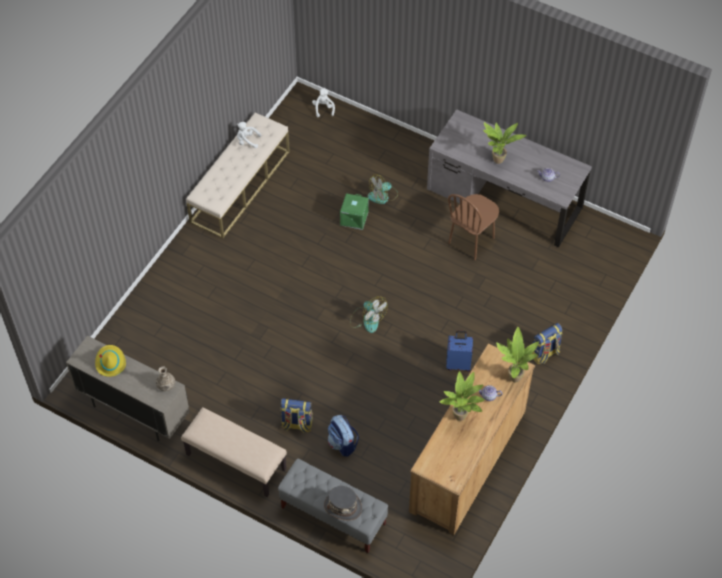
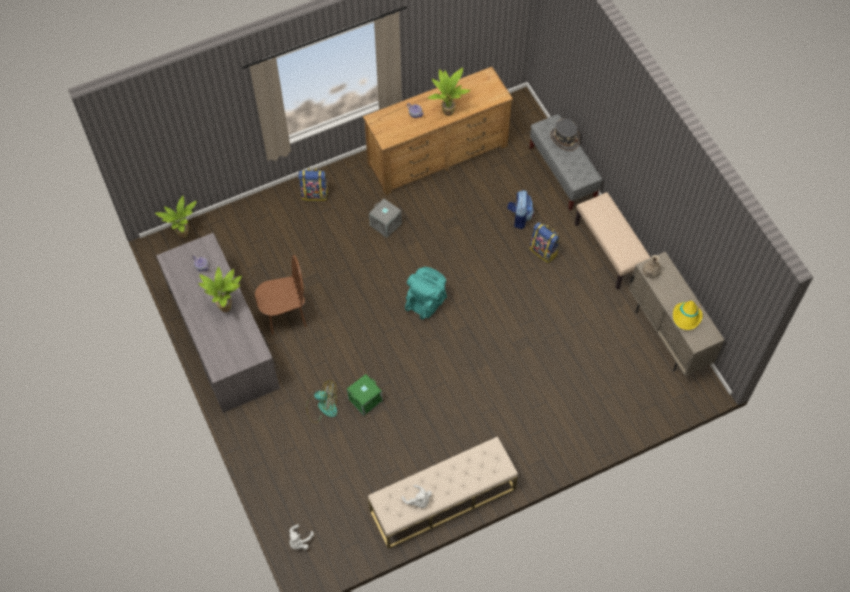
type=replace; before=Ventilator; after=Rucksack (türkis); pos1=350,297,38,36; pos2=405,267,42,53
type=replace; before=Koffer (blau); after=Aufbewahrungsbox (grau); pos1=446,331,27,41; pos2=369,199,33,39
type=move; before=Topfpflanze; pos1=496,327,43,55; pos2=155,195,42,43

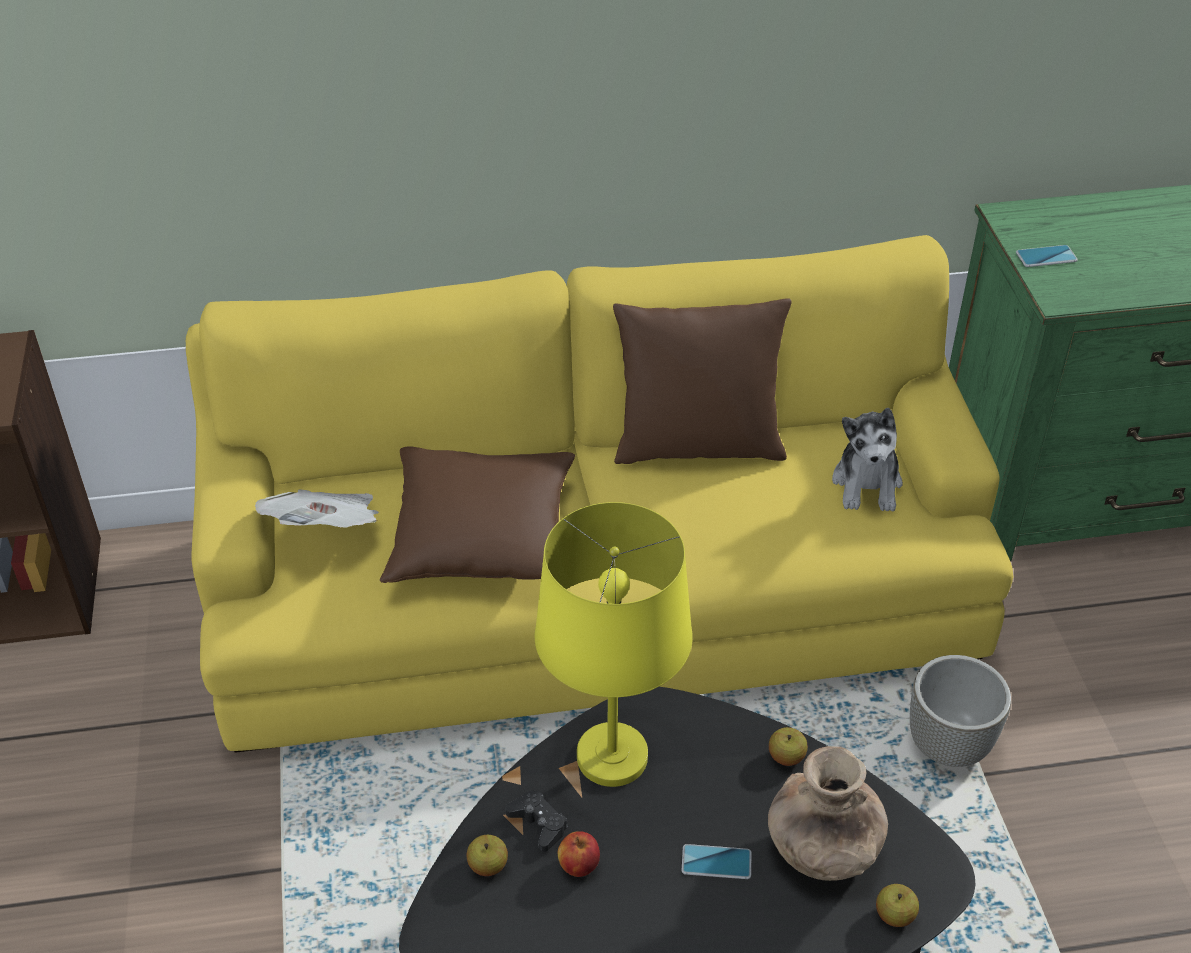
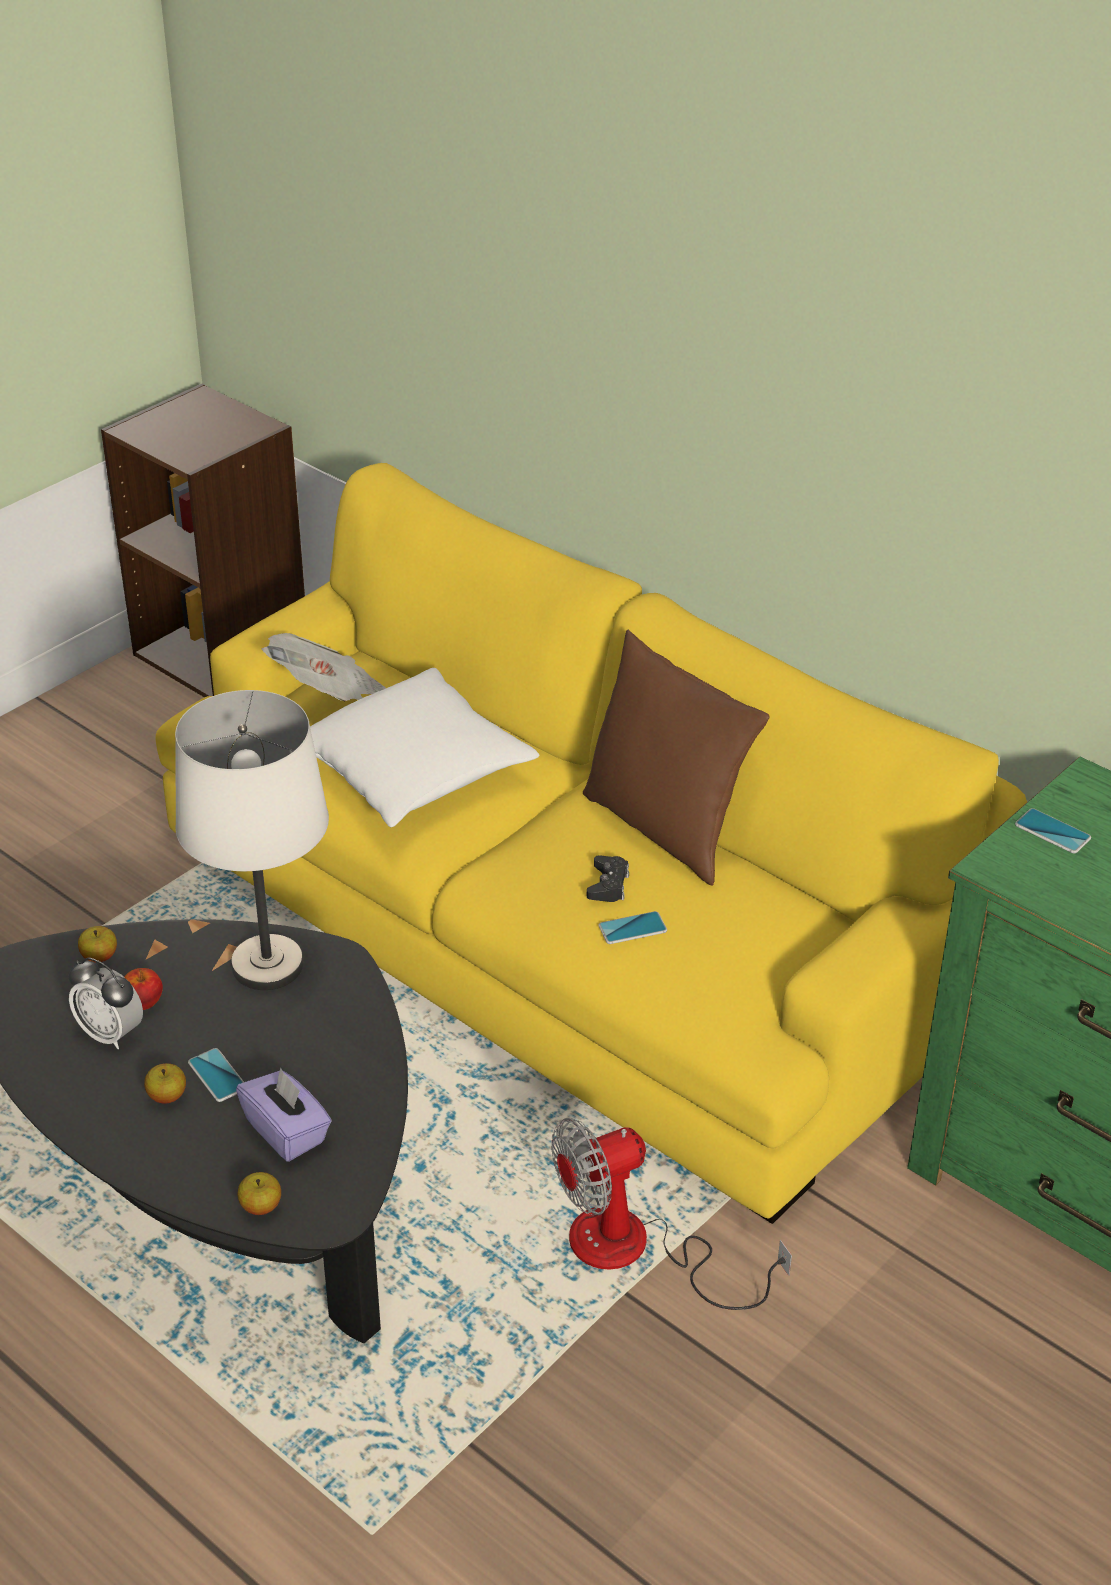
type=recolor; before=Kissen (braun); after=Kissen (weiß); pos1=380,446,195,137; pos2=310,668,230,159
type=move; before=Gamepad (schwarz); pos1=505,790,63,62; pos2=587,855,42,47
type=recolor; before=Tischlampe (gelb); after=Tischlampe (weiß); pos1=535,502,158,285; pos2=175,690,154,300
type=replace; before=Vase (braun); after=Taschentuchbox (lila); pos1=768,746,120,135; pos2=236,1067,96,95
type=move; before=Apfel; pos1=769,727,39,39; pos2=144,1063,42,41
type=delete; before=Plüschtier; pos1=832,408,71,104
type=replace; before=Pflanzkübel (grau); after=Ventilator; pos1=910,655,101,112; pos2=552,1118,240,192
type=insert; after=Wecker; pos2=68,958,75,91
type=insert; after=Handy; pos2=598,911,69,33

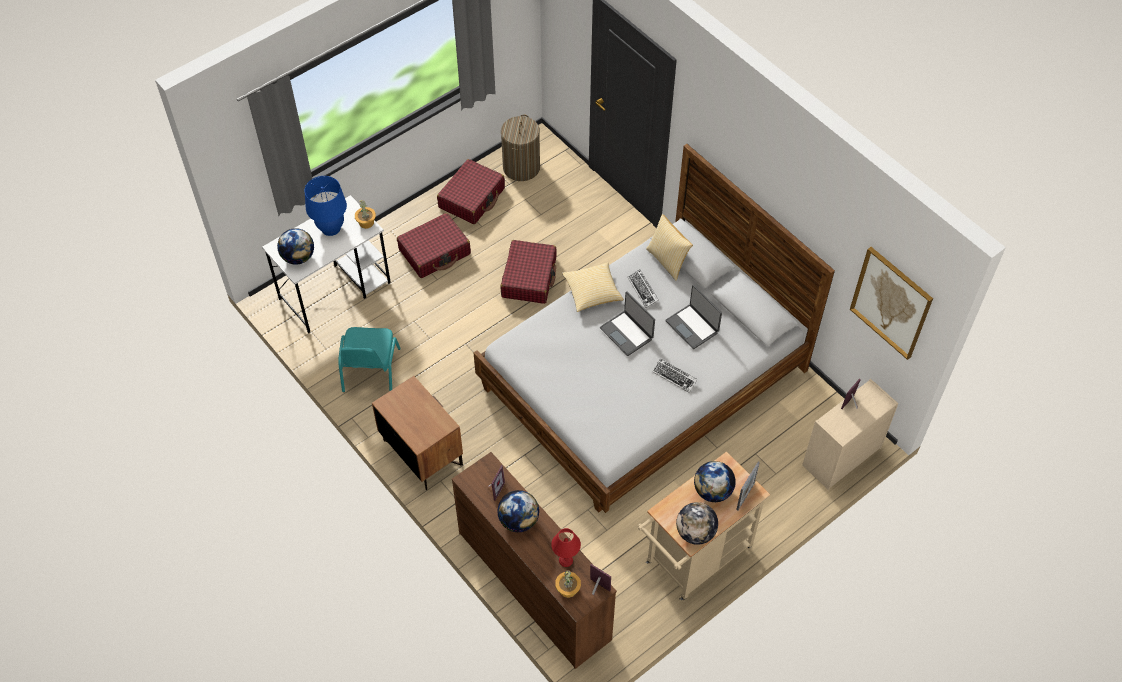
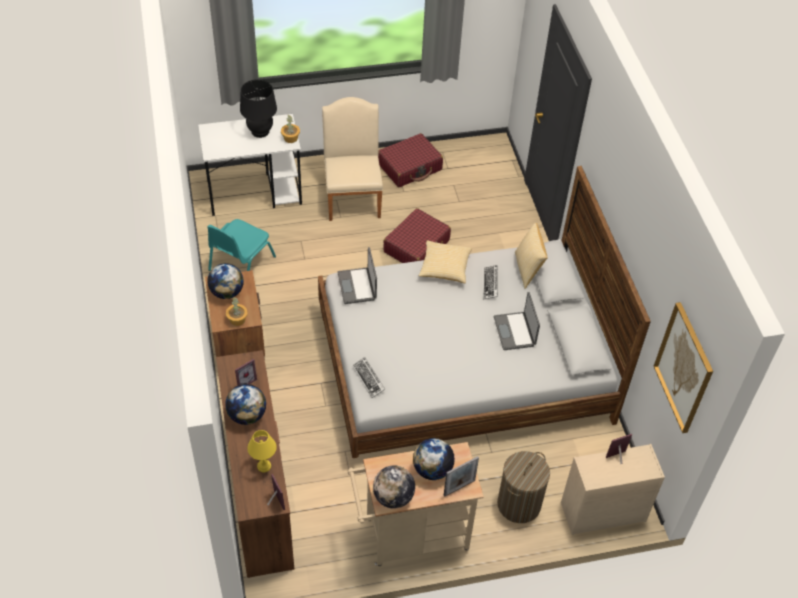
type=move; before=Globus; pos1=277,228,37,37; pos2=207,263,37,36
type=recolor; before=Tischlampe (blau); after=Tischlampe (schwarz); pos1=305,176,42,60; pos2=240,79,37,59
type=replace; before=Koffer (rot); after=Stuhl (beige); pos1=397,213,74,65; pos2=322,97,61,124
type=move; before=Wäschekorb; pos1=501,114,39,67; pos2=497,451,53,72
type=recolor; before=Tischlampe (rot); after=Tischlampe (gelb); pos1=551,528,30,39; pos2=247,430,30,42
type=move; before=Topfpflanze; pos1=555,570,26,28; pos2=226,297,22,29
type=move; before=Laptop; pos1=600,291,55,65; pos2=337,247,40,57
type=move; before=Tastatur; pos1=652,358,46,35; pos2=352,357,33,41

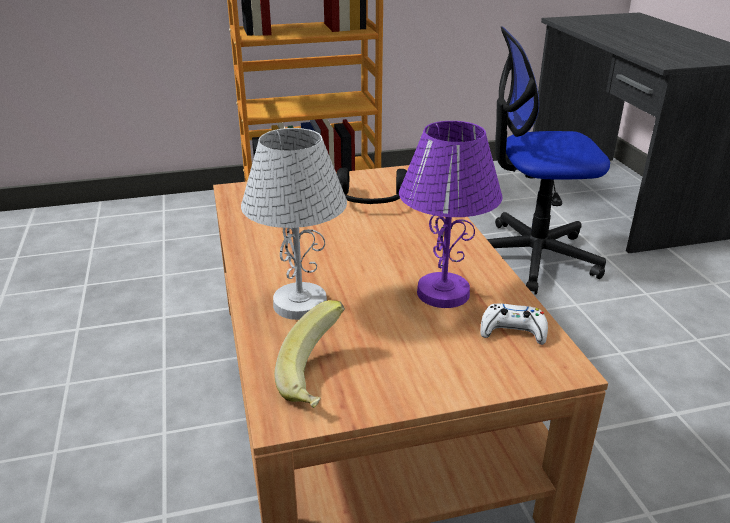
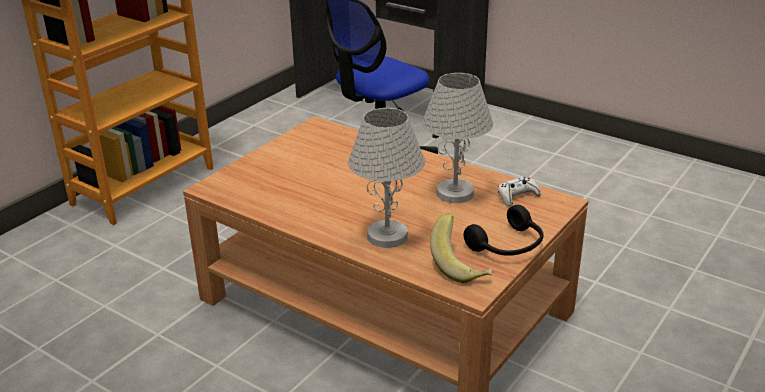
type=move; before=Kopfhörer (schwarz); pos1=337,168,70,36; pos2=464,205,79,51
type=recolor; before=Tischlampe (lila); after=Tischlampe (weiß); pos1=399,121,103,187; pos2=422,73,71,130

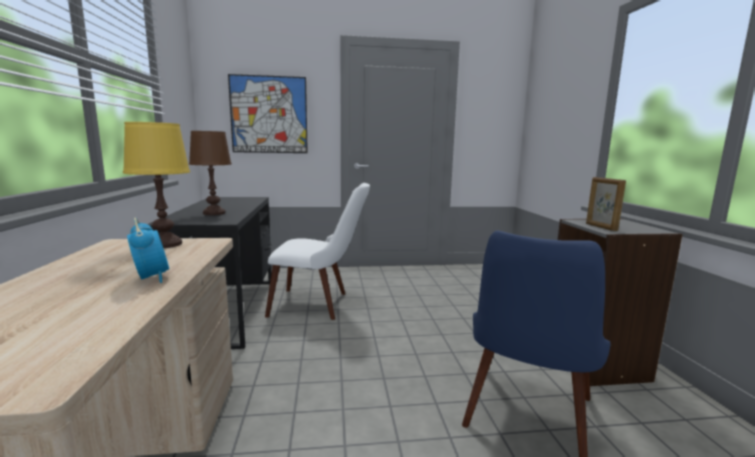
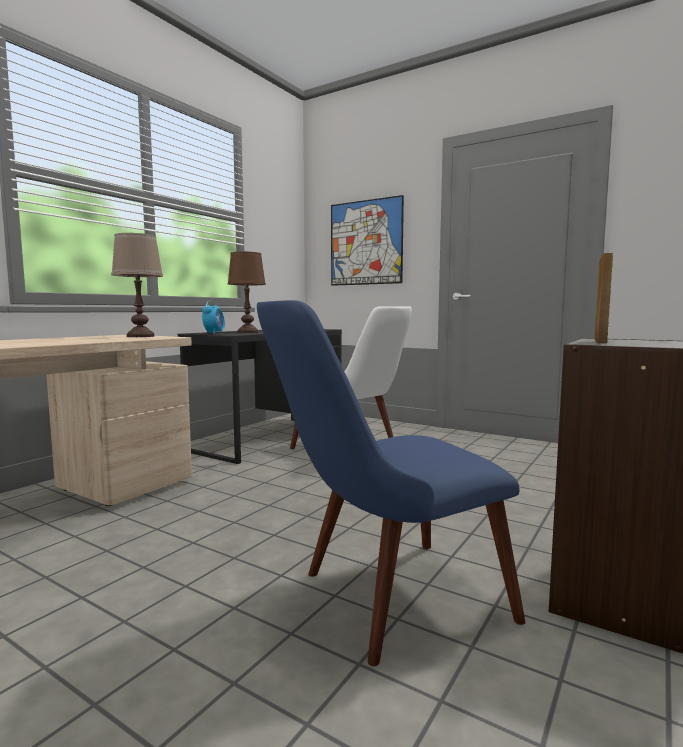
type=recolor; before=Tischlampe (gelb); after=Tischlampe (braun); pos1=123,122,67,126; pos2=111,233,52,104
type=move; before=Wecker; pos1=127,217,42,66; pos2=202,301,23,33

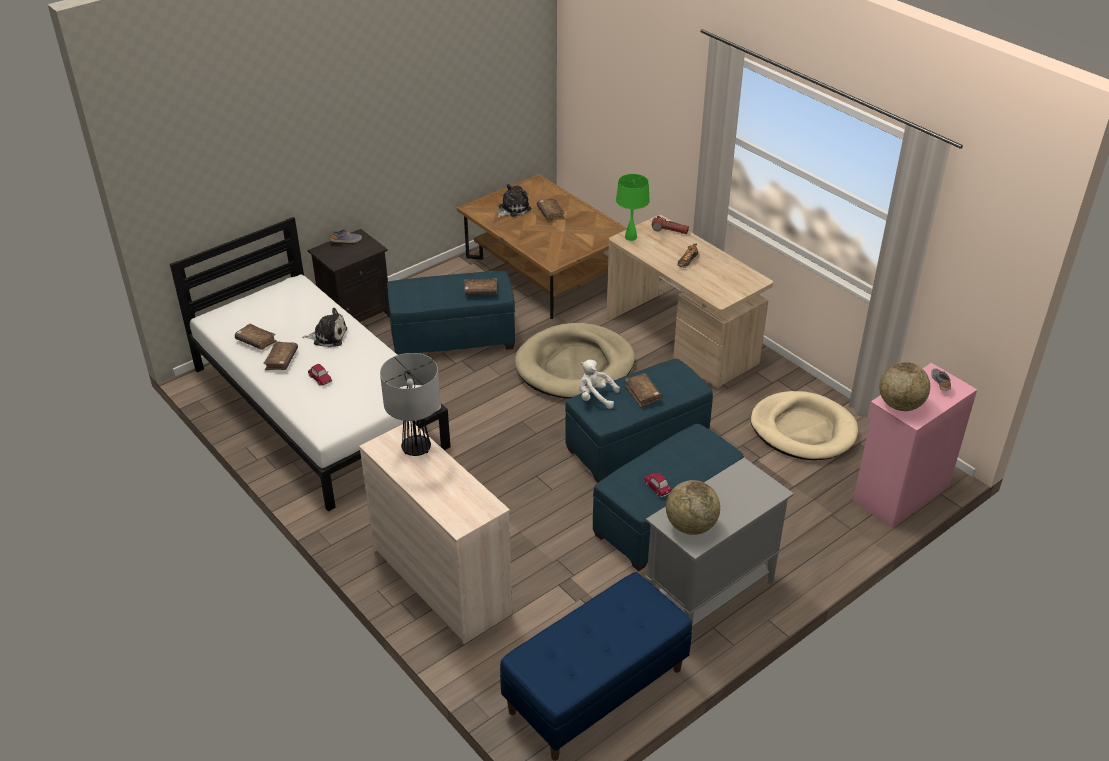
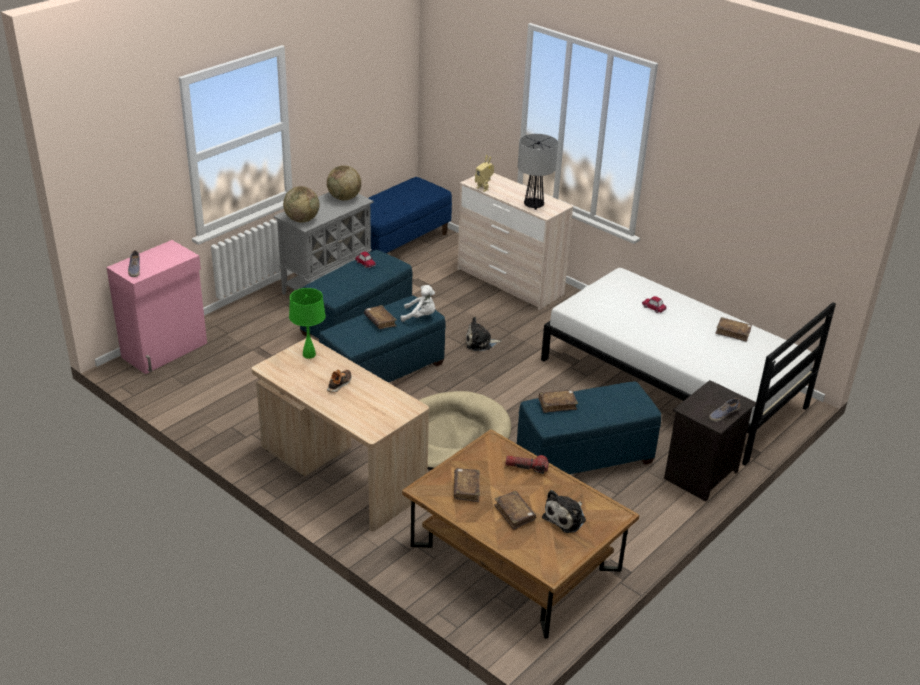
type=move; before=Buch (braun); pos1=263,341,35,29; pos2=454,468,26,34
type=move; before=Plüschtier; pos1=302,308,45,39; pos2=466,317,36,34
type=move; before=Tischlampe (grün); pos1=616,174,34,67; pos2=289,288,37,71
type=move; before=Taschenlampe; pos1=652,216,37,18; pos2=506,455,43,19
type=delete; before=Hundebett (beige); pos1=750,391,108,69
type=move; before=Globus; pos1=879,362,51,49; pos2=283,186,36,37
type=insert; after=Spielzeugroboter; pos2=475,155,19,37

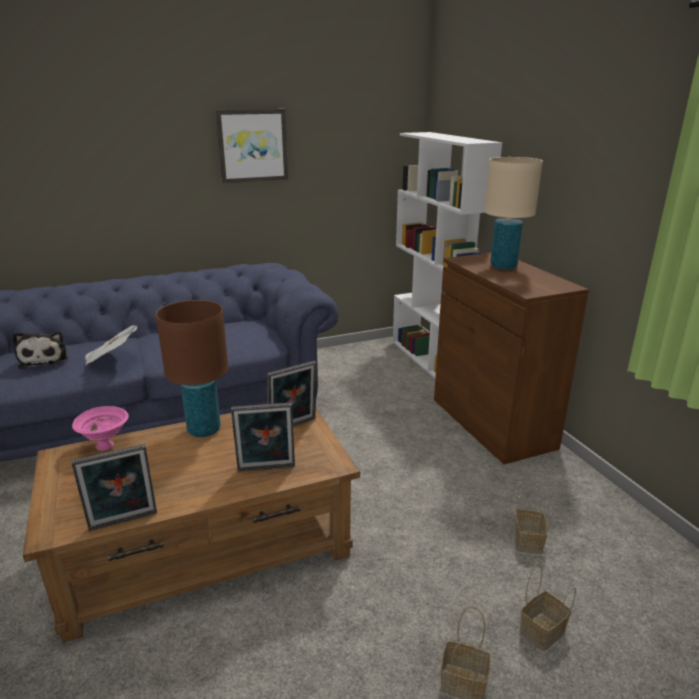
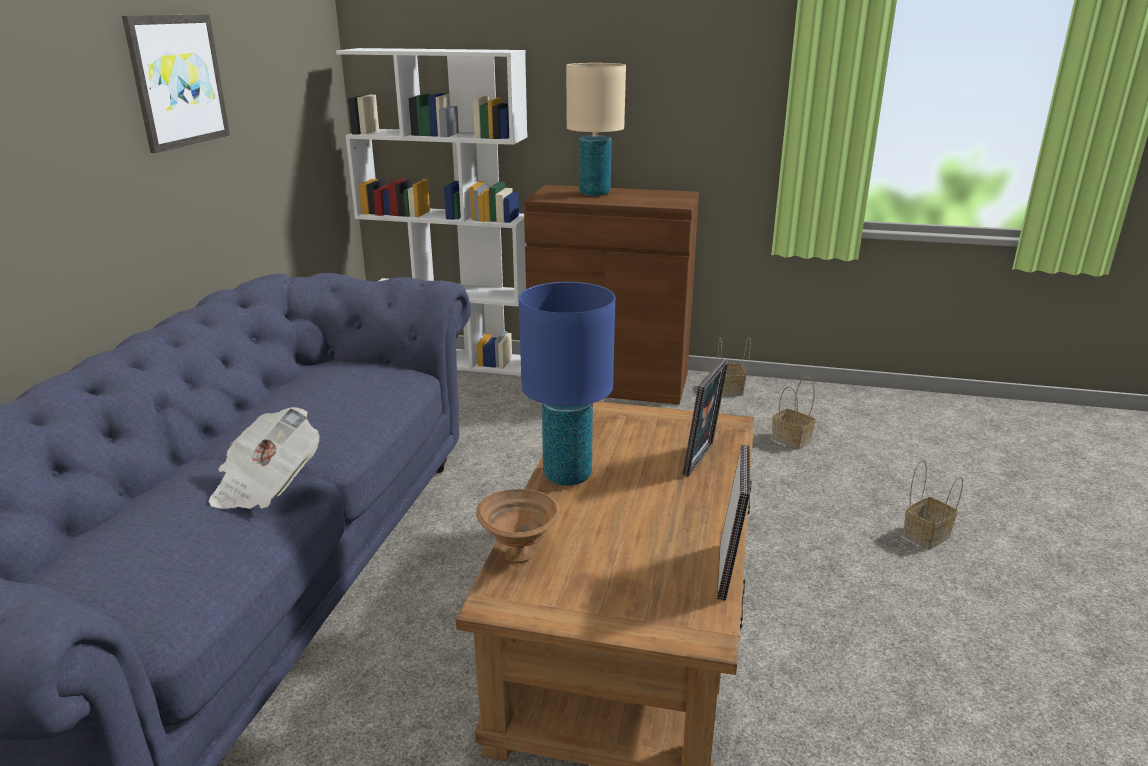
type=delete; before=Plüschtier; pos1=12,331,56,38
type=recolor; before=Schüssel (rosa); after=Schüssel (braun); pos1=72,406,57,45; pos2=476,489,85,74
type=recolor; before=Tischlampe (braun); after=Tischlampe (blau); pos1=155,300,73,137; pos2=519,282,96,204
type=delete; before=Bilderrahmen; pos1=267,361,50,65
type=move; before=Korb; pos1=520,563,56,88; pos2=717,337,34,59

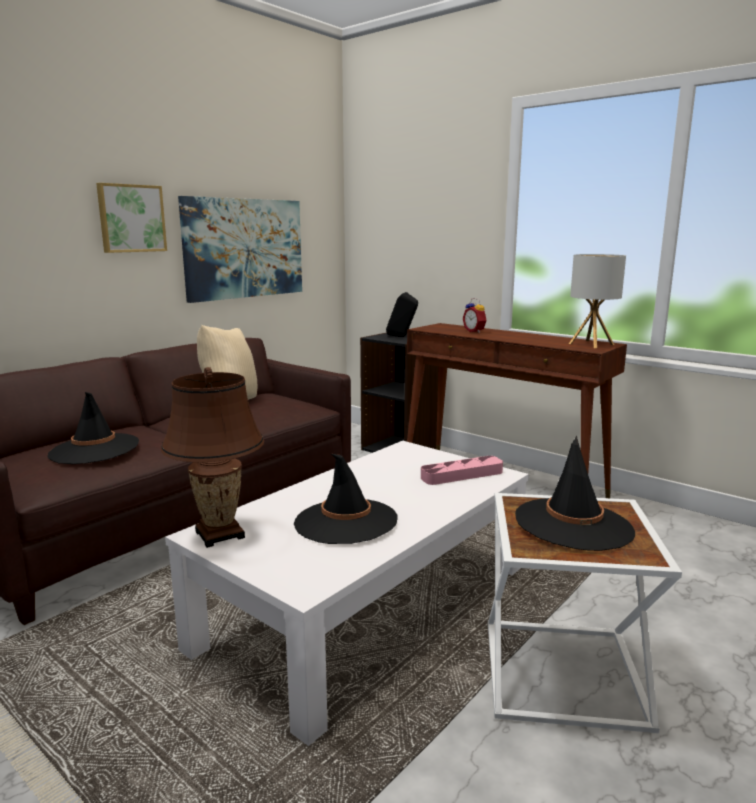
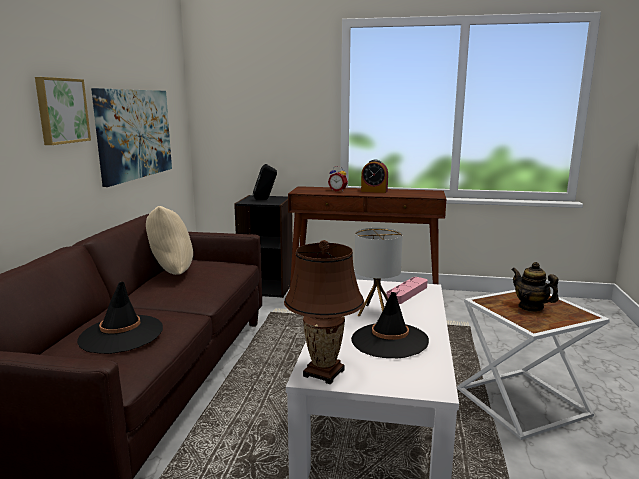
type=replace; before=Hut (schwarz); after=Teekanne; pos1=515,436,120,115; pos2=512,262,47,50
type=move; before=Tischlampe; pos1=569,254,57,94; pos2=354,228,49,88
type=insert; after=Wecker; pos2=361,160,27,33

